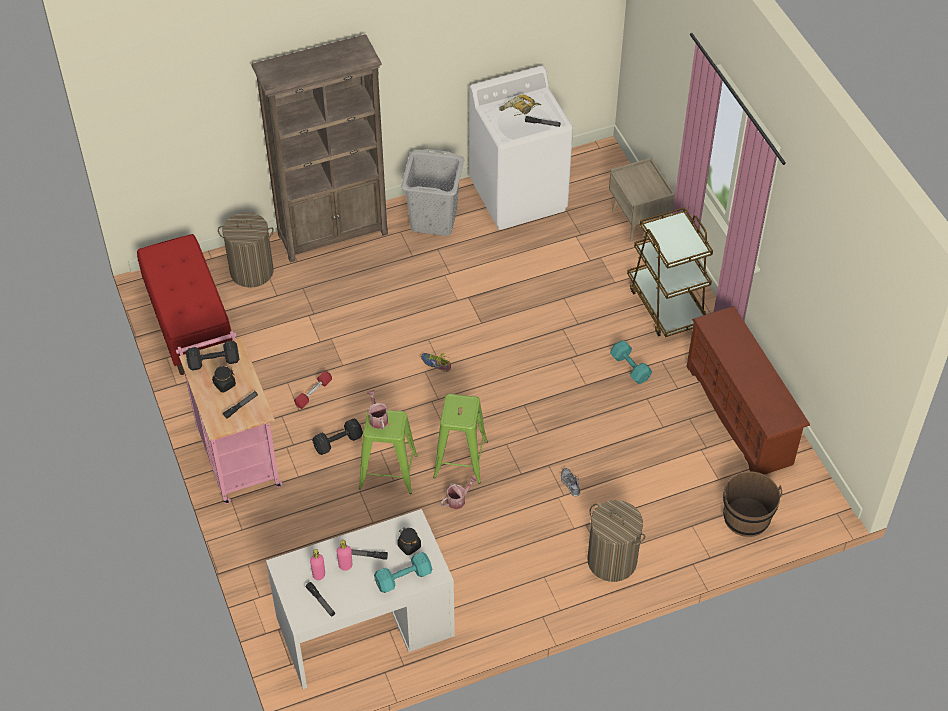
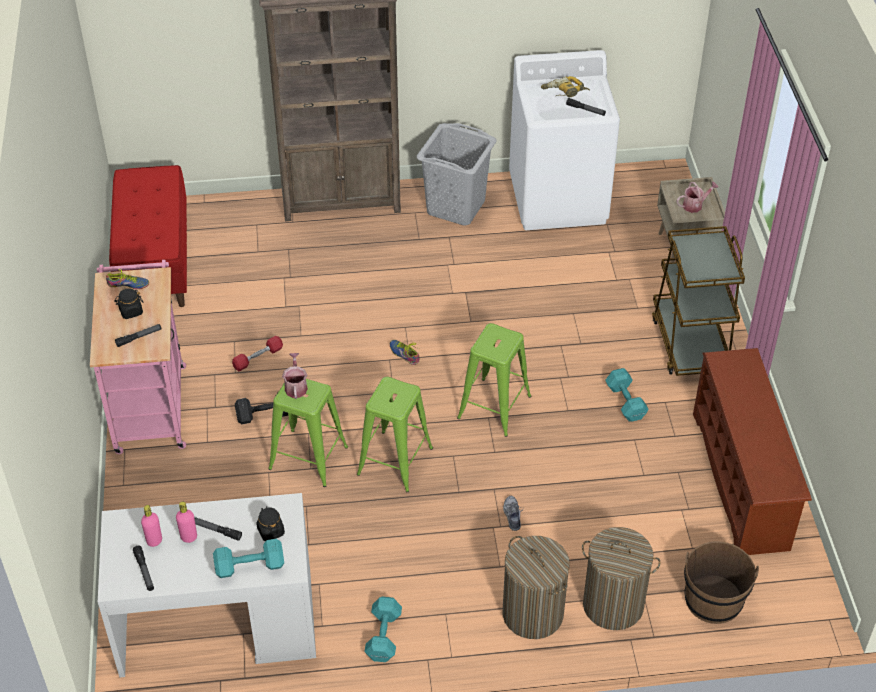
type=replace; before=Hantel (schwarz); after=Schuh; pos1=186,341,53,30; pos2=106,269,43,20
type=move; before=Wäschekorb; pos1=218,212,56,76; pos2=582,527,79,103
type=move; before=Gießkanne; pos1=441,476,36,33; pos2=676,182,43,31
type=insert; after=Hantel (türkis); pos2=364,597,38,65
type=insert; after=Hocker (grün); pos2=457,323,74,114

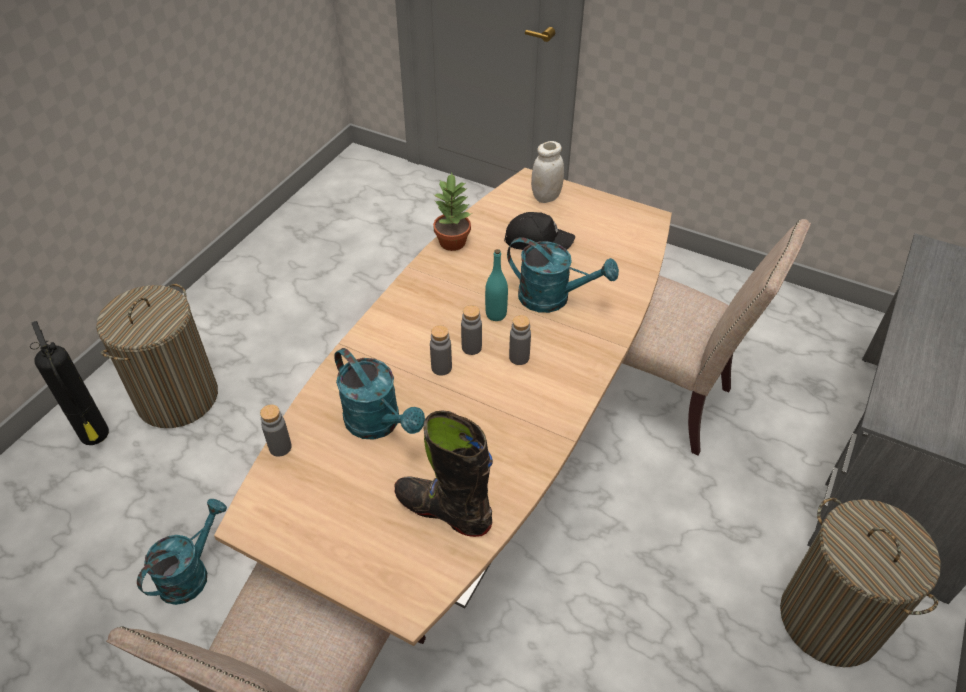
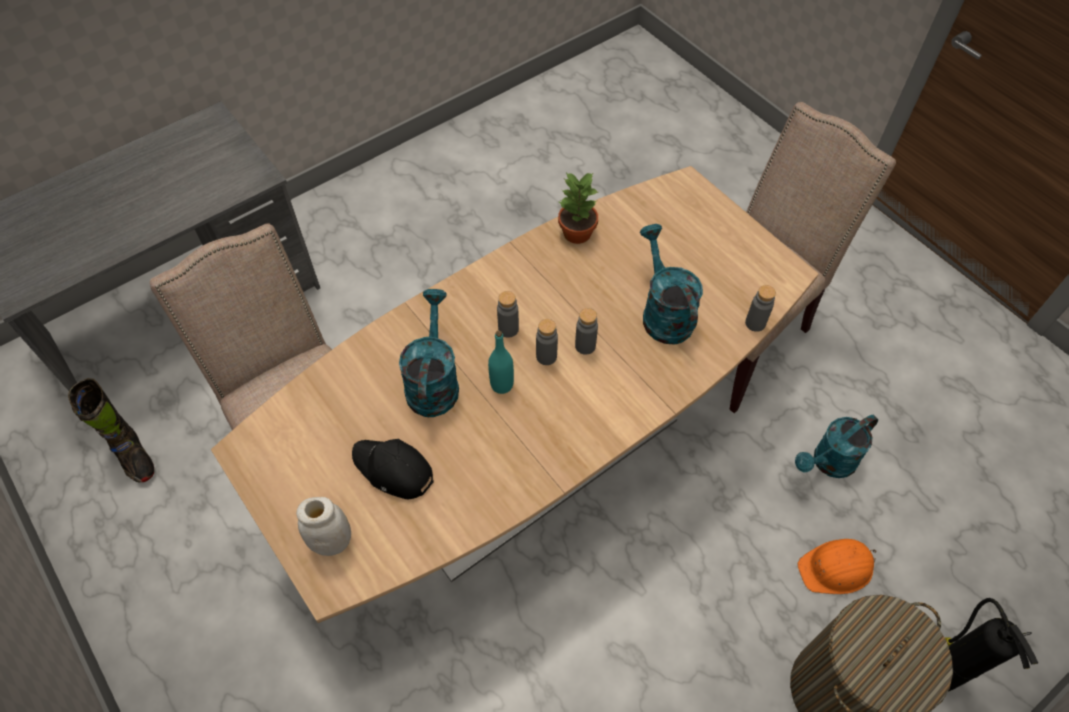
type=move; before=Stiefel (schwarz); pos1=395,410,98,127; pos2=68,378,86,104
type=move; before=Topfpflanze; pos1=433,173,38,78; pos2=558,173,40,71
type=rotate; before=Gießkanne (türkis); pos1=507,237,112,76; pos2=399,289,60,128; turn=45
type=delete; before=Wäschekorb; pos1=780,498,161,169
type=insert; after=Schutzhelm (orange); pos2=797,539,79,55

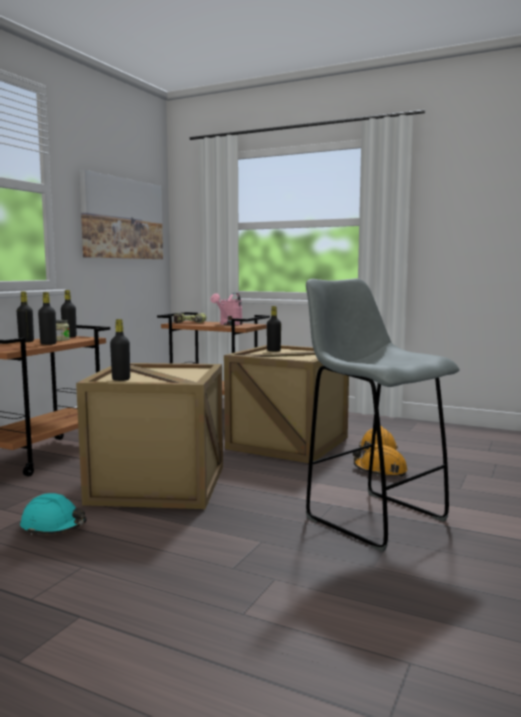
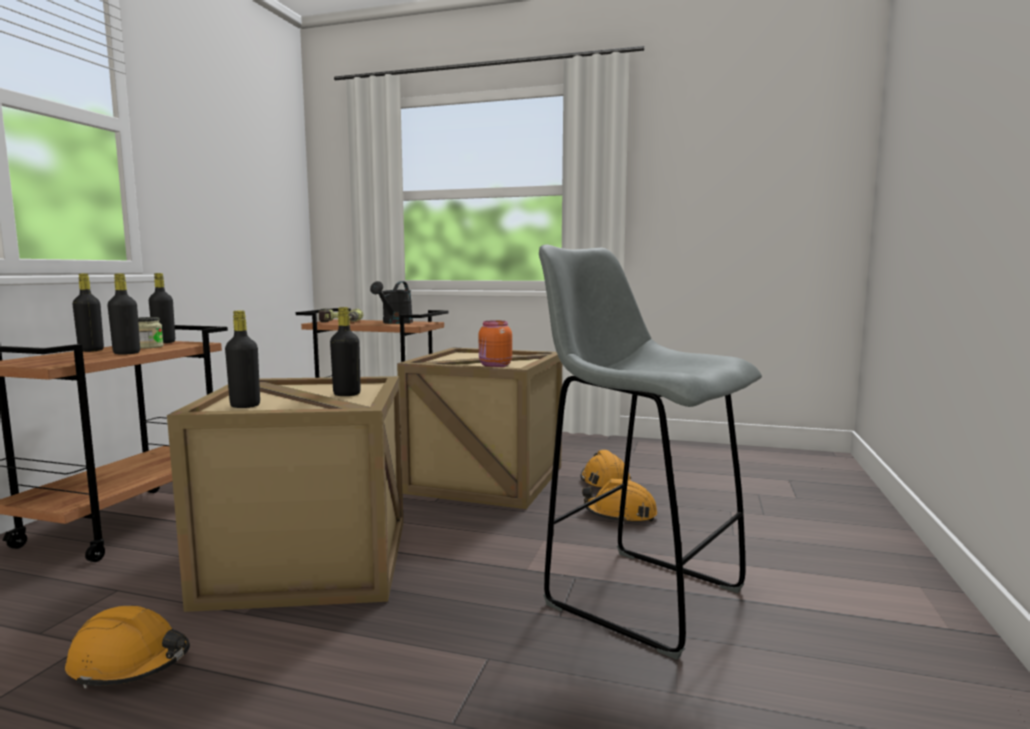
type=recolor; before=Schutzhelm (türkis); after=Schutzhelm (orange); pos1=20,493,67,42; pos2=65,606,125,82
type=delete; before=Bild; pos1=79,170,84,89
type=recolor; before=Gießkanne (rosa); after=Gießkanne (schwarz); pos1=211,293,32,32; pos2=370,281,43,43
type=move; before=Flasche (schwarz); pos1=267,306,14,46; pos2=330,307,31,89
type=insert; after=Vorratsglas (orange); pos2=479,320,33,47

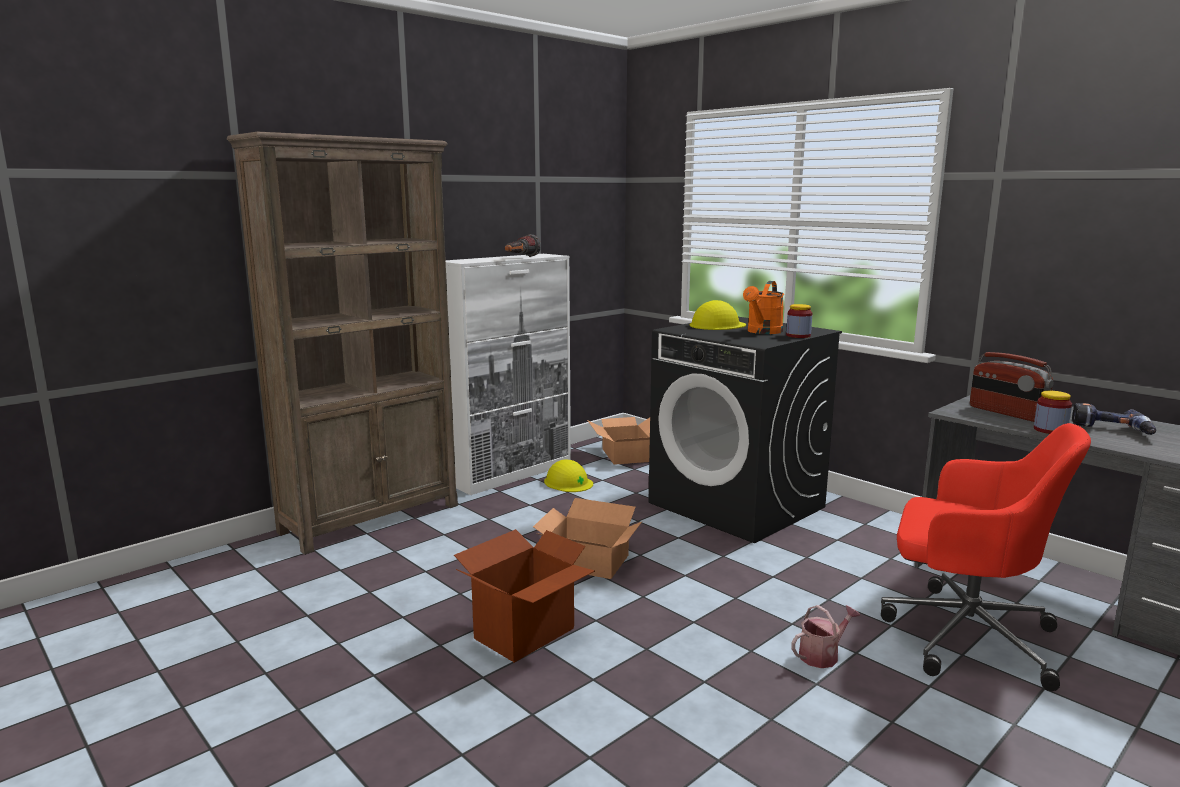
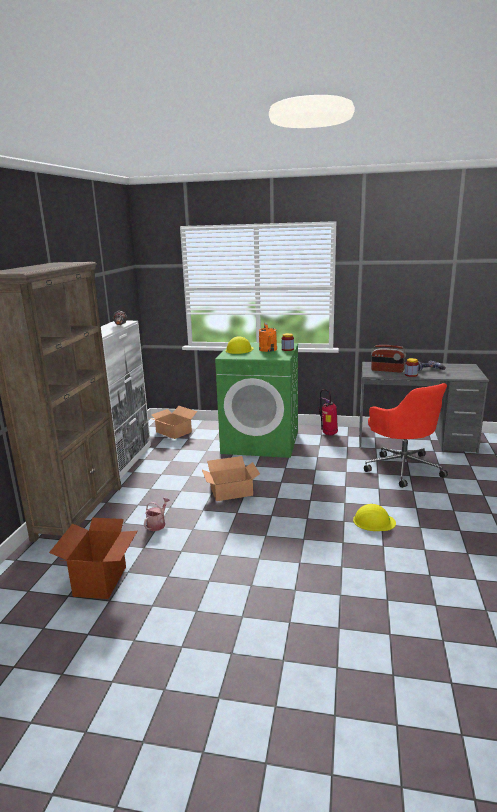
type=move; before=Karton; pos1=454,529,141,134; pos2=49,518,88,81
type=move; before=Schutzhelm (gelb); pos1=544,459,49,33; pos2=353,504,43,27
type=recolor; before=Waschmaschine (schwarz); after=Waschmaschine (grün); pos1=648,317,194,226; pos2=215,343,83,115
type=move; before=Gießkanne; pos1=791,605,69,63; pos2=144,498,26,33
type=rotate; before=Bürostuhl (rot); pos1=881,423,210,268; pos2=364,383,84,105; turn=75
type=insert; after=Feuerlöscher; pos2=318,389,20,47

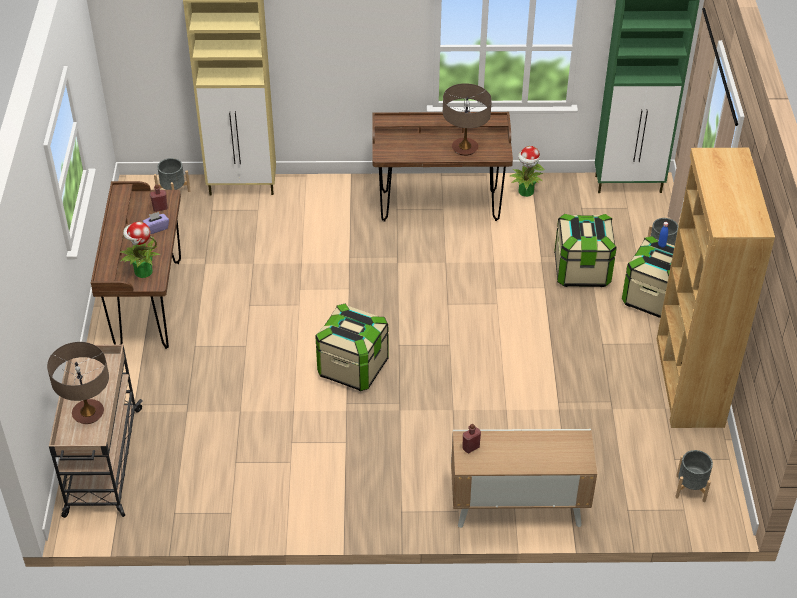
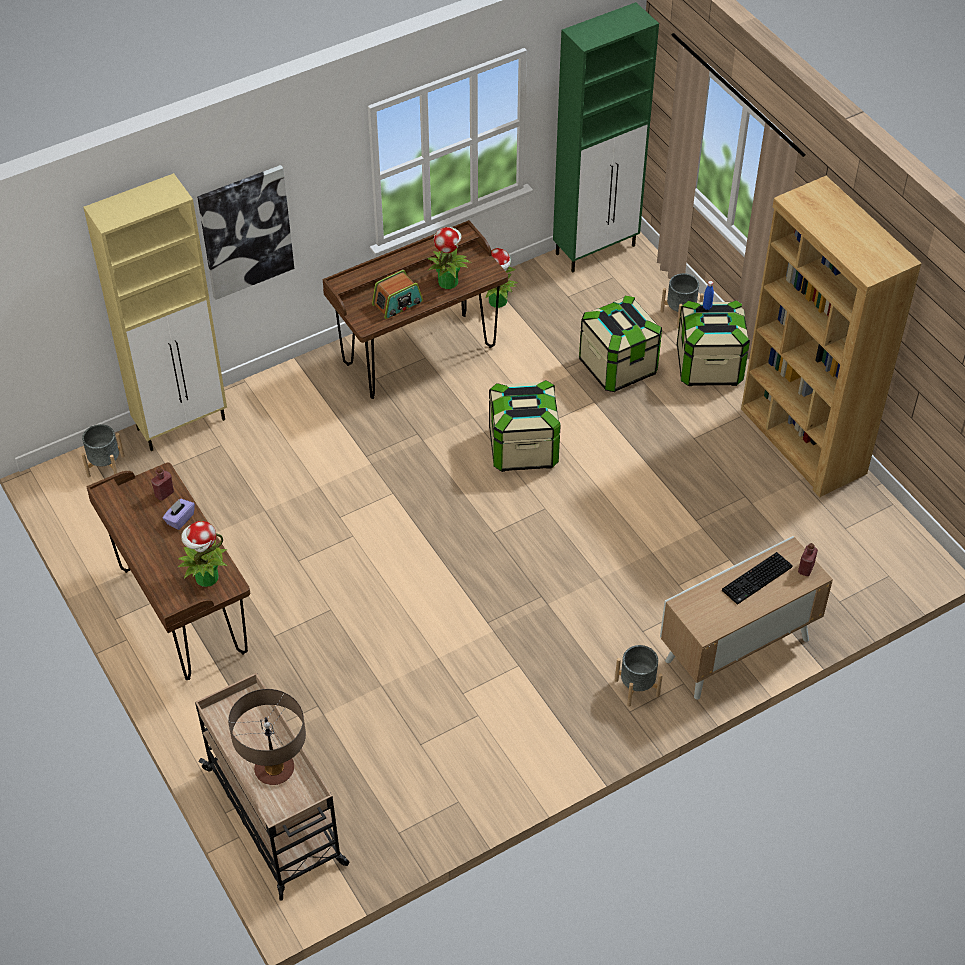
type=move; before=Aufbewahrungsbox; pos1=315,304,73,87; pos2=489,380,72,92
type=replace; before=Tischlampe; after=Topfpflanze; pos1=443,83,49,73; pos2=427,227,44,62
type=move; before=Flasche (rot); pos1=462,424,19,29; pos2=798,543,20,33
type=move; before=Pflanzkübel (grau); pos1=675,450,38,52; pos2=615,645,48,61
type=insert; after=Bild; pos2=197,165,97,135
type=insert; after=Radio; pos2=372,270,51,49
type=insert; after=Tastatur; pos2=722,552,71,53

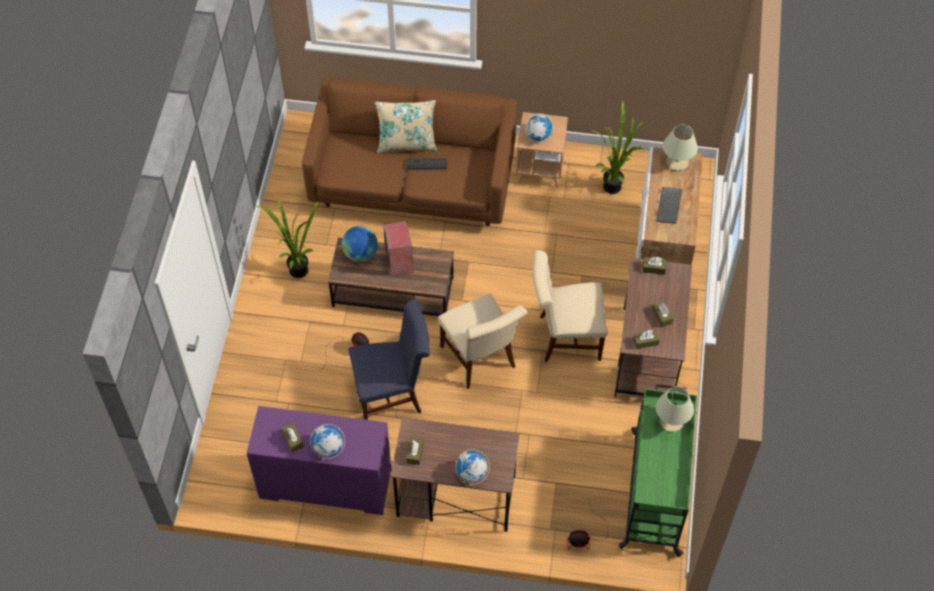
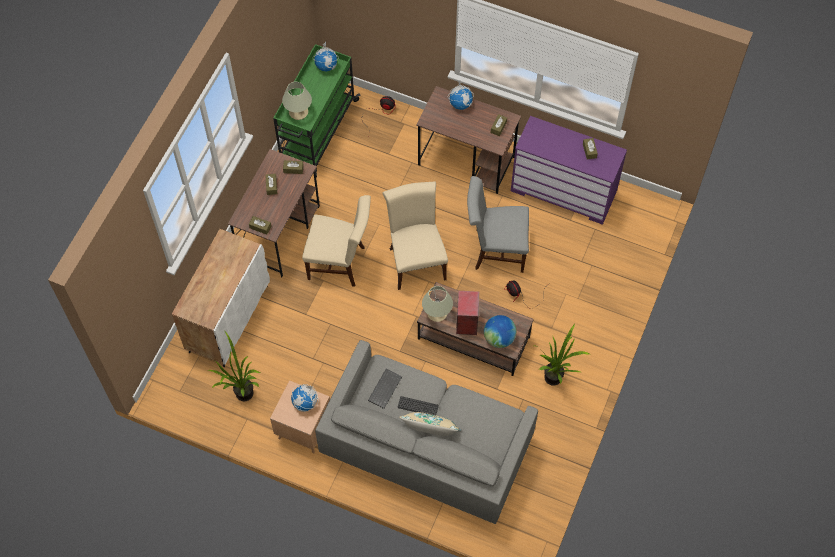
type=recolor; before=Sofa (braun); after=Sofa (grau); pos1=302,78,215,148; pos2=315,340,223,184
type=move; before=Globus; pos1=310,424,35,35; pos2=314,42,25,30
type=recolor; before=Stuhl (blau); after=Stuhl (grau); pos1=348,299,82,121; pos2=467,176,62,97
type=move; before=Tastatur; pos1=656,187,26,37; pos2=368,368,34,41
type=move; before=Tischlampe (beige); pos1=663,125,35,46; pos2=422,286,31,36

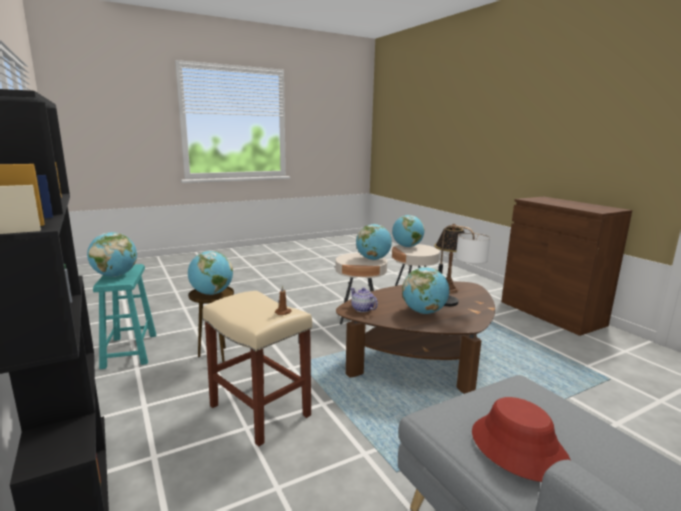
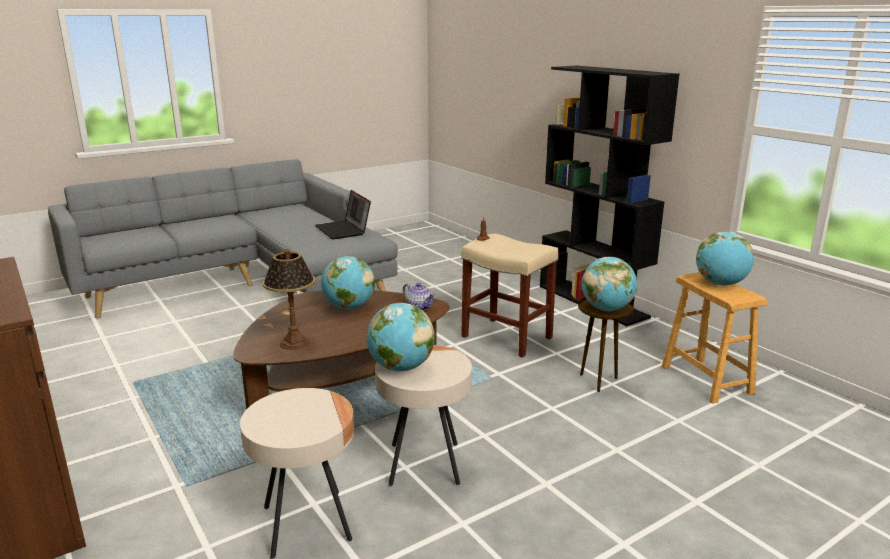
type=recolor; before=Hocker (türkis); after=Hocker (braun); pos1=93,264,63,105; pos2=661,272,106,132
type=delete; before=Globus; pos1=392,215,33,32
type=delete; before=Tischlampe; pos1=439,225,51,81
type=replace; before=Hut (rot); after=Laptop; pos1=472,397,99,85; pos2=315,190,56,49

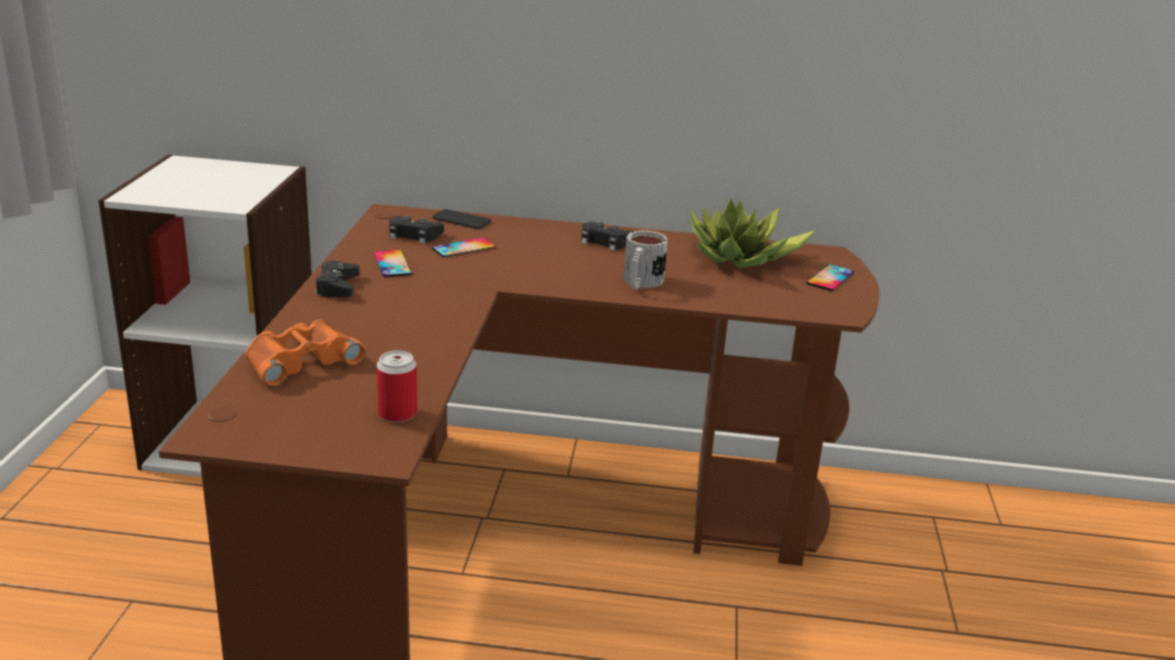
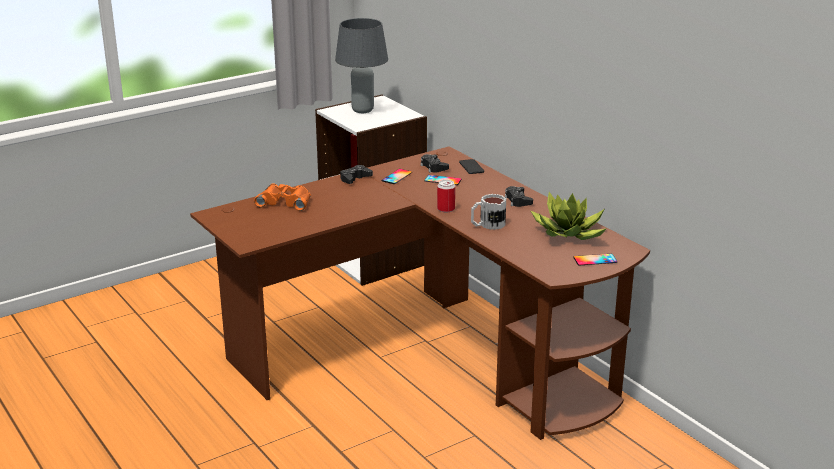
type=move; before=Dose; pos1=377,350,40,72; pos2=437,180,18,32
type=insert; after=Tischlampe (grau); pos2=335,18,53,95

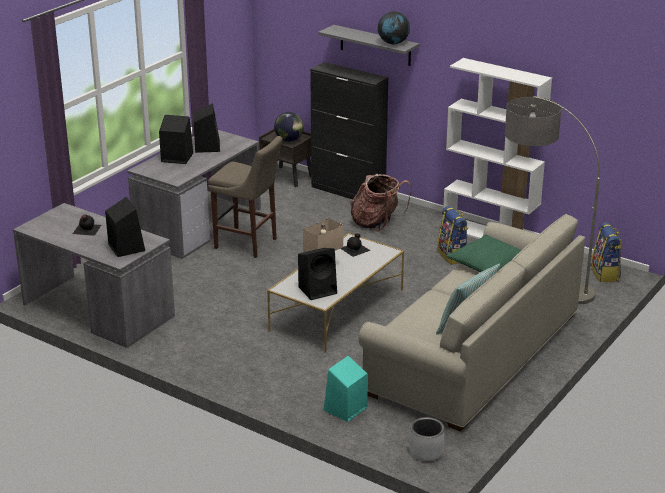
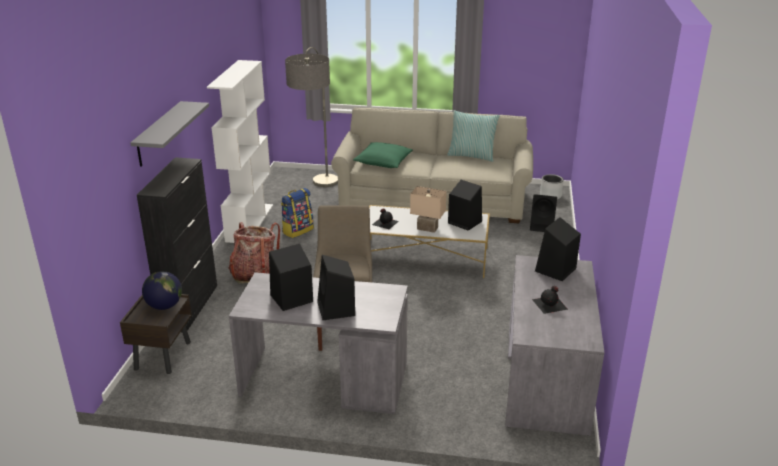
type=recolor; before=Lautsprecher (türkis); after=Lautsprecher (schwarz); pos1=324,356,44,66; pos2=530,194,27,38
type=delete; before=Globus; pos1=378,11,32,34
type=delete; before=Rucksack; pos1=592,222,30,60

